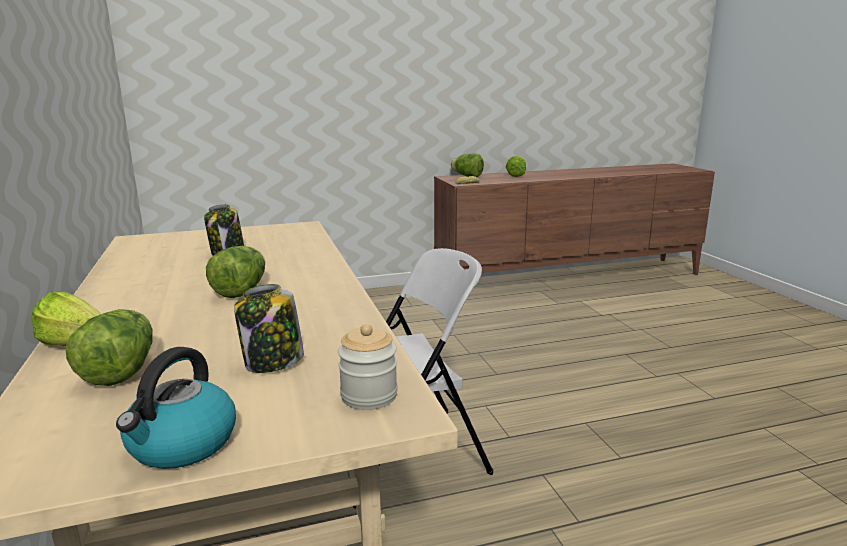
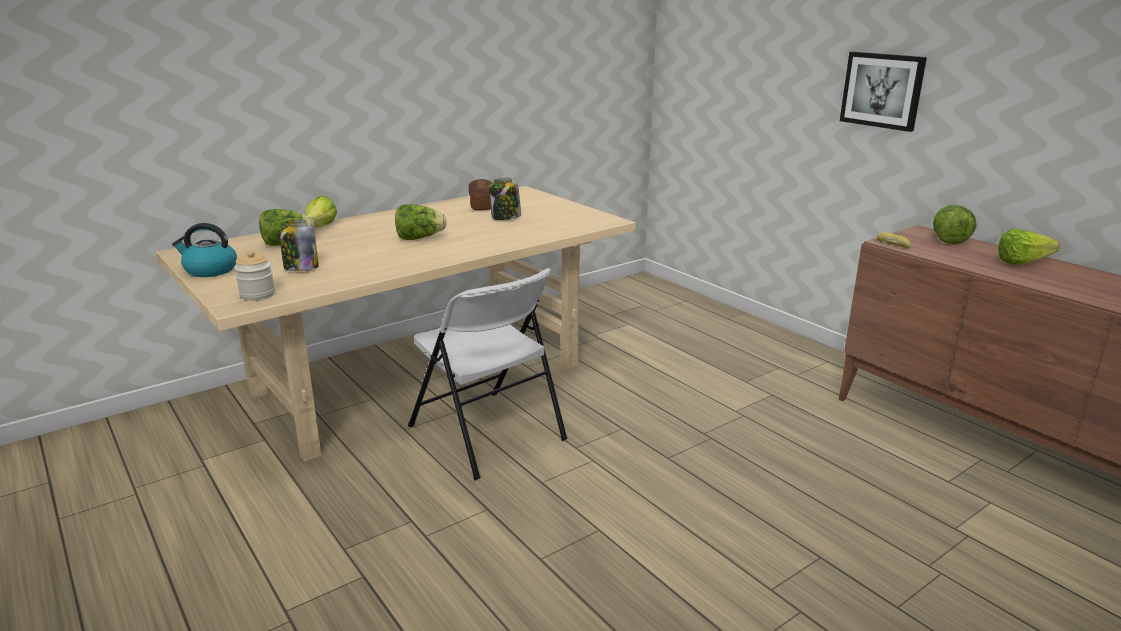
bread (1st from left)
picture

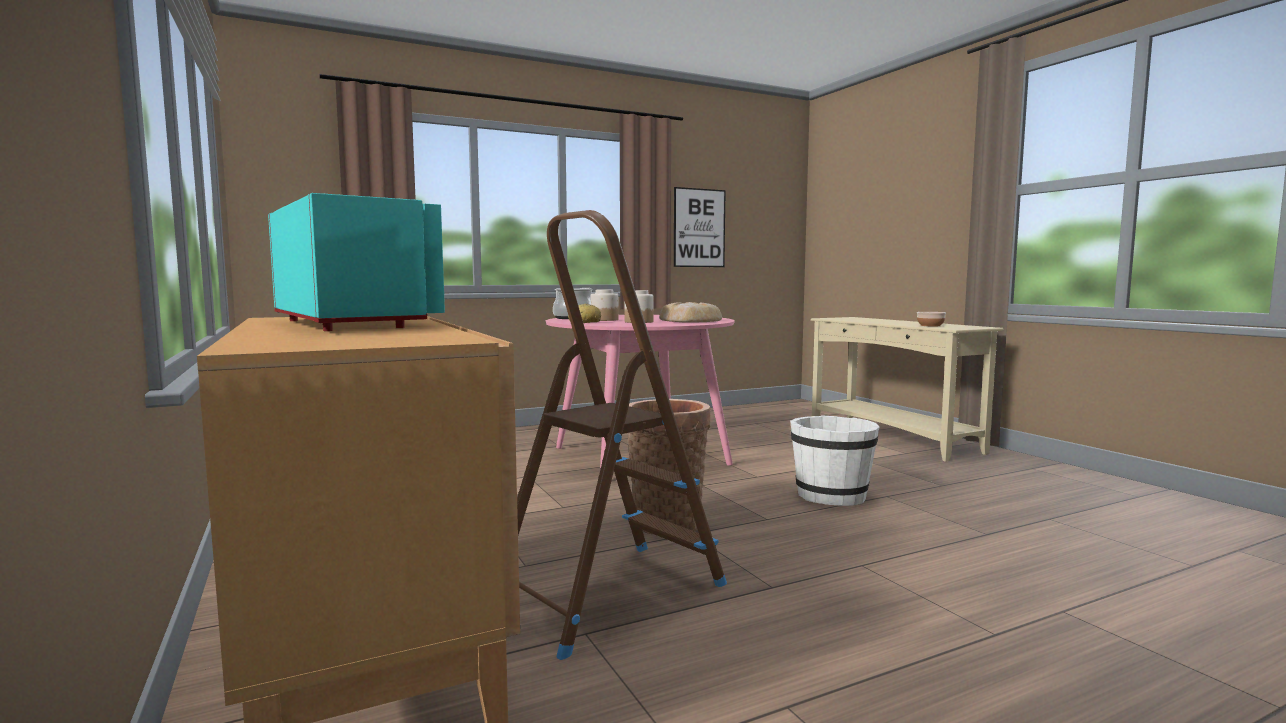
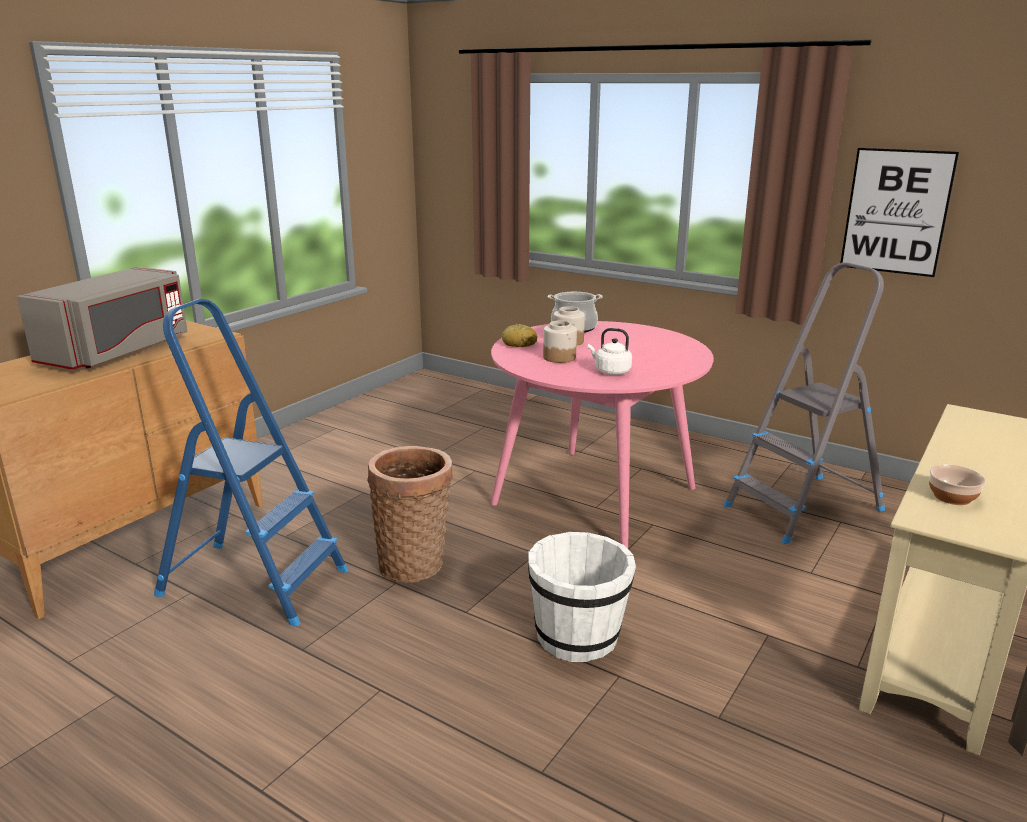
microwave (grey)
step ladder (blue)
kettle (white)
step ladder (grey)

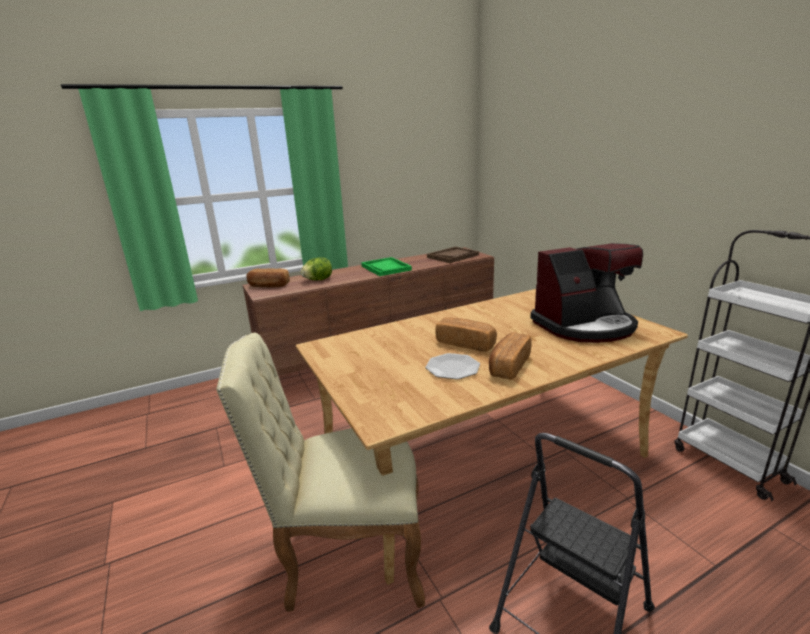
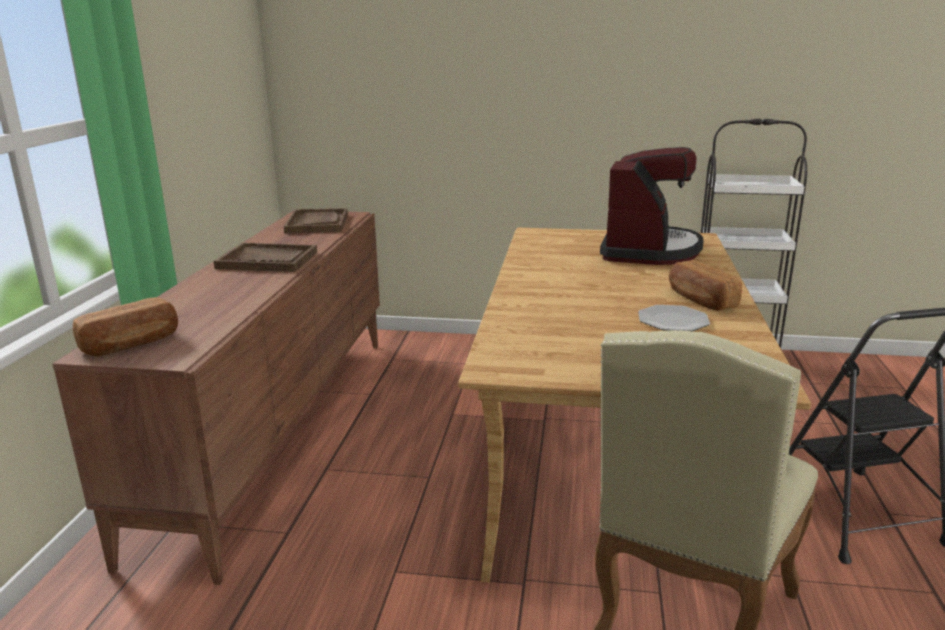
lettuce
tray (brown) (1st from left)
bread (2nd from left in the first image)

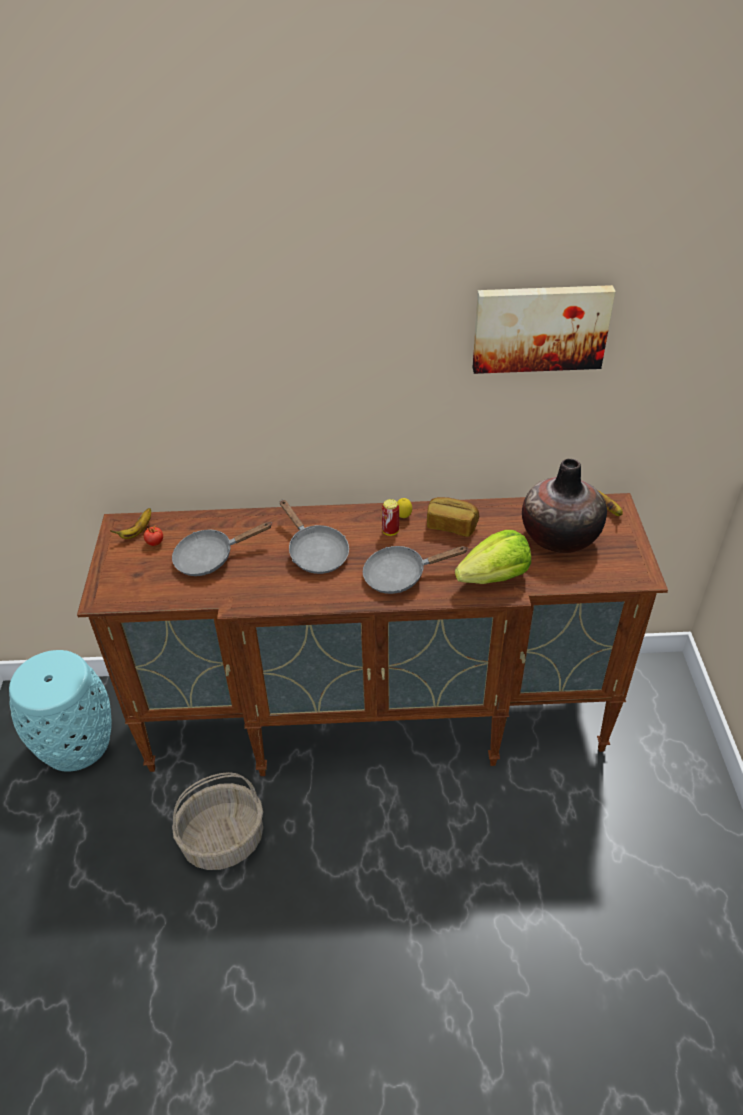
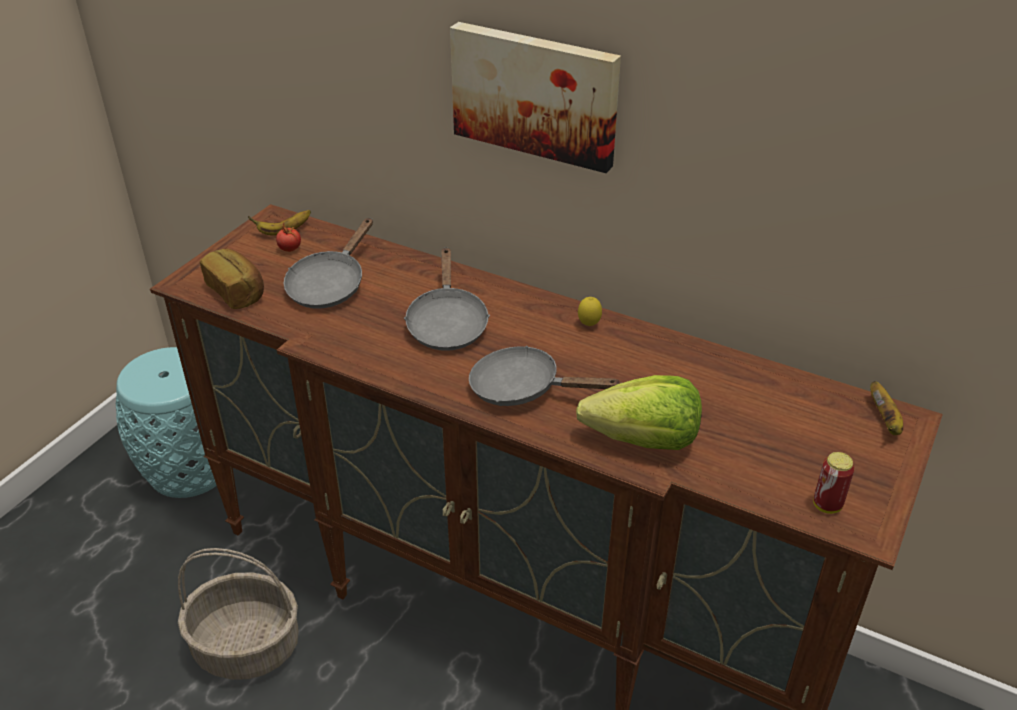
frying pan (grey) (1st from left)
can
bread
picture
vase

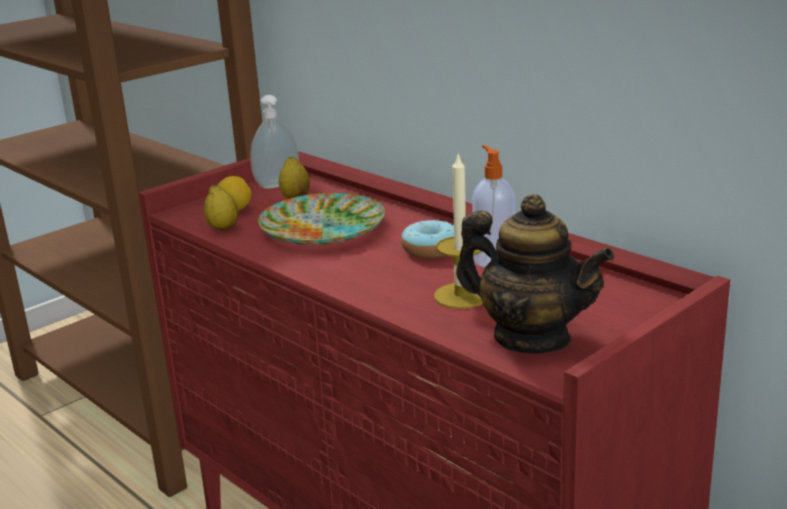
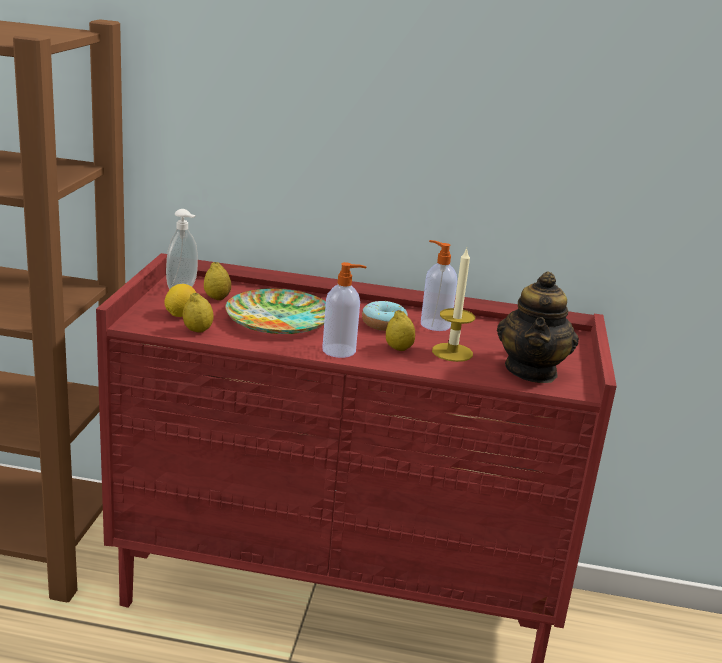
teapot
soap dispenser (2nd from left)
lemon (4th from left)

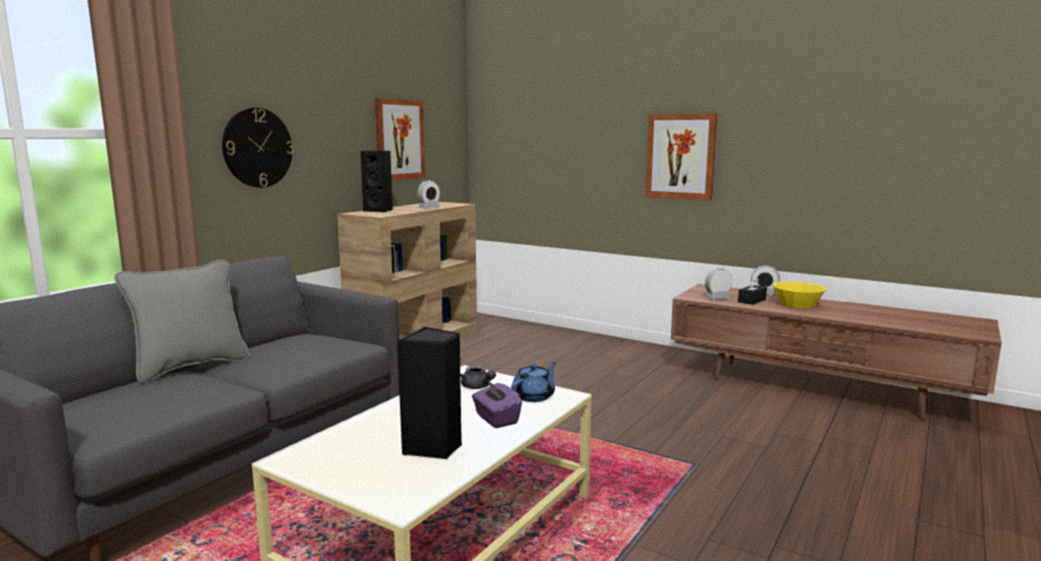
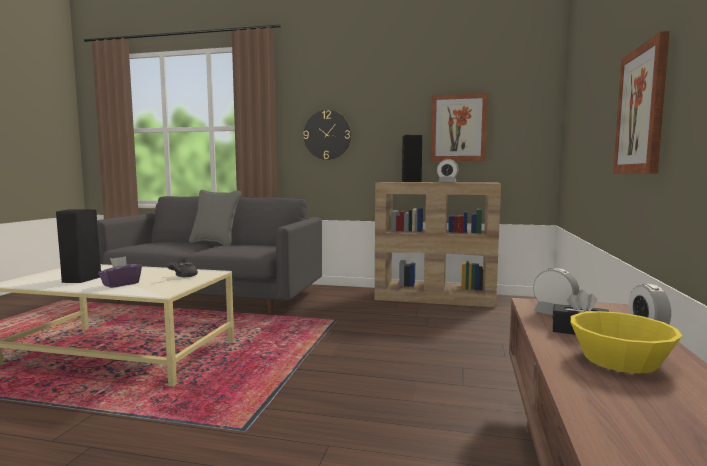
teapot (blue)

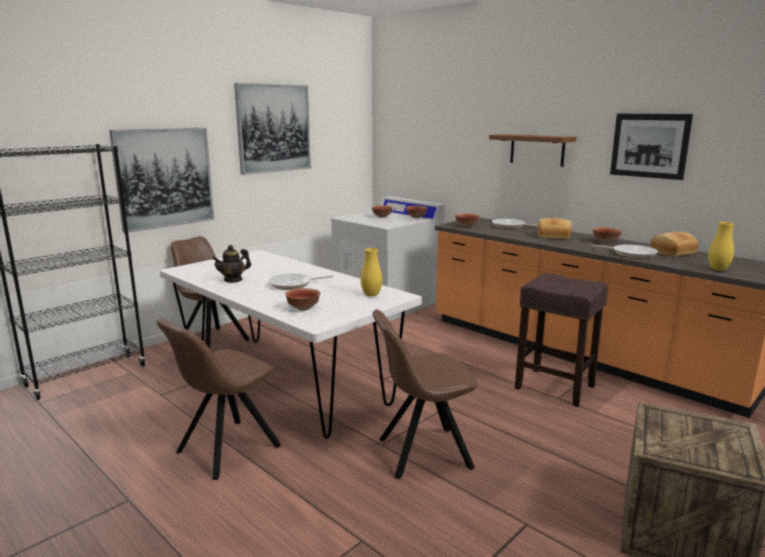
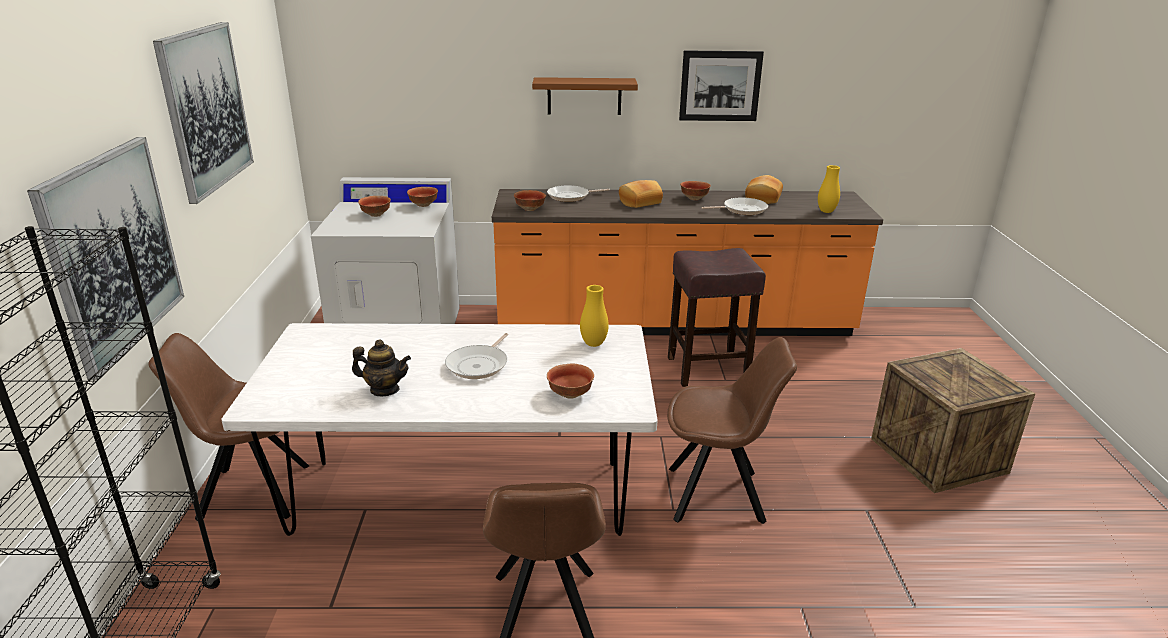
teapot
chair (brown) (3rd from left)

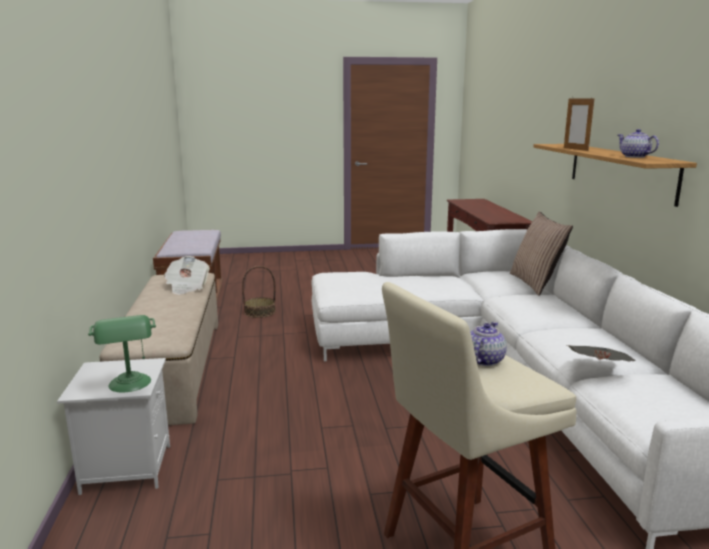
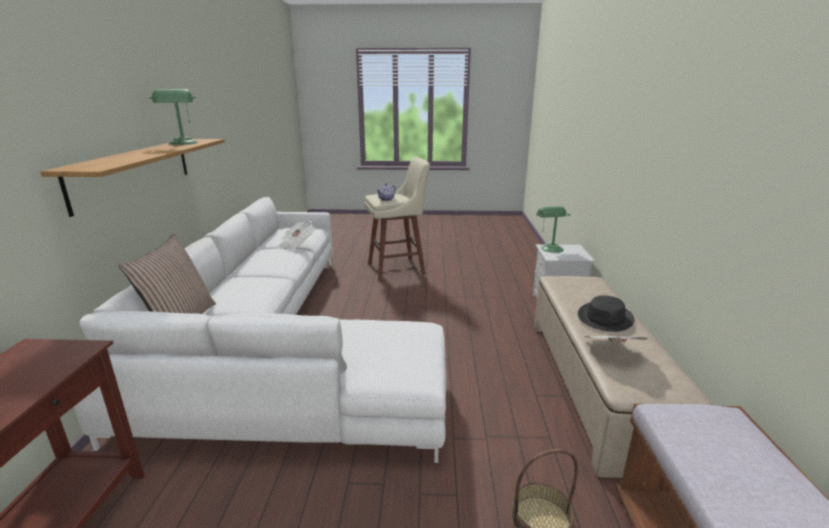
picture frame
table lamp (green) (1st from left)
hat (black)

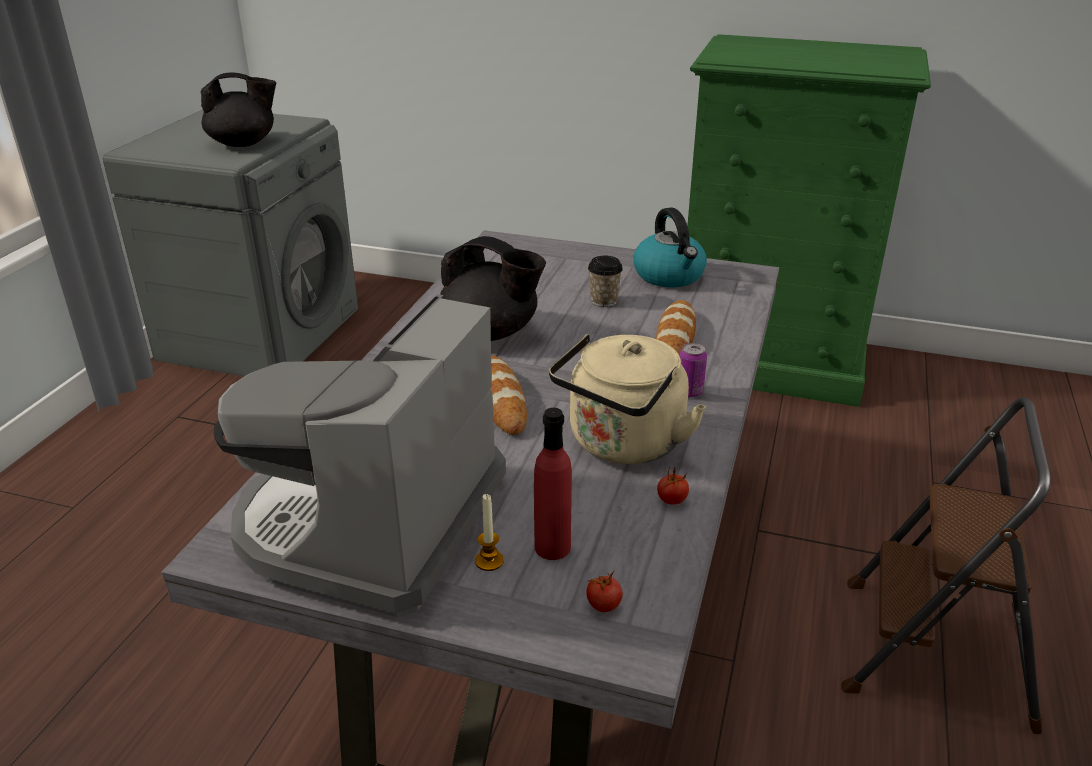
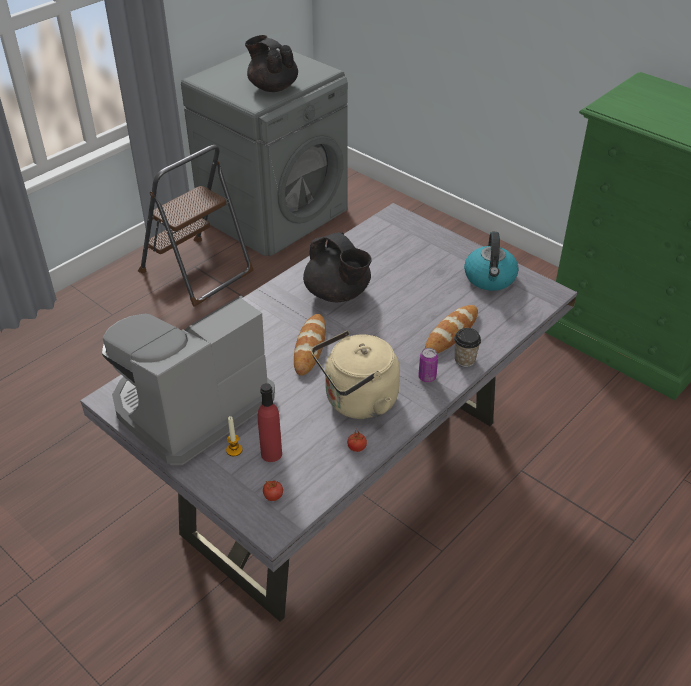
teapot (black) (1st from left)
cup
step ladder (brown)

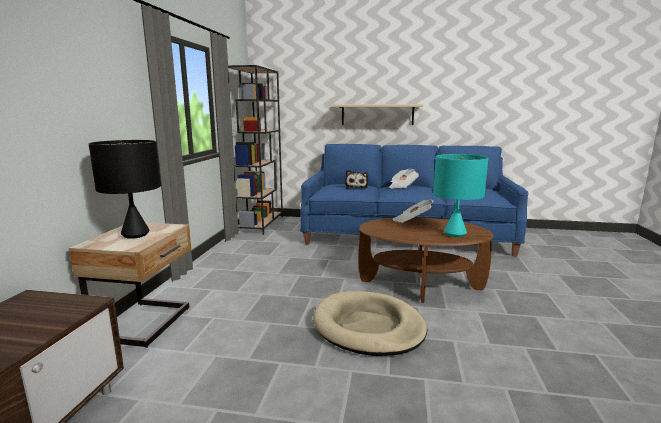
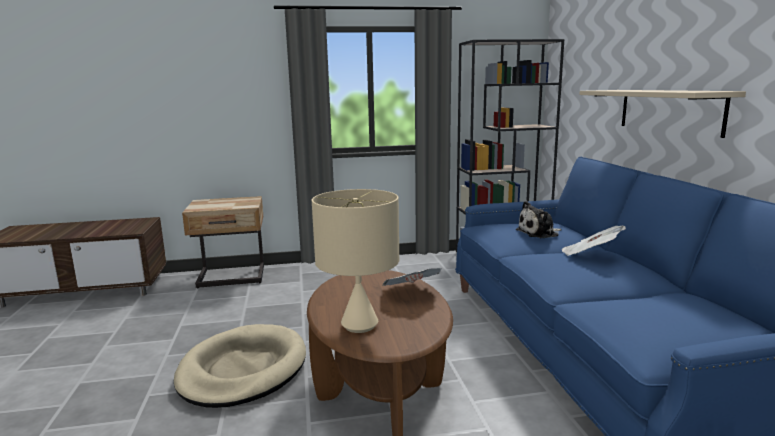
table lamp (black)
table lamp (beige)

